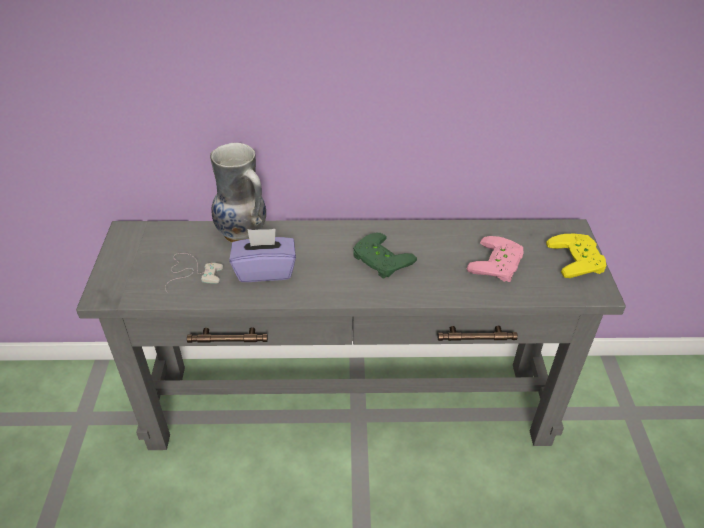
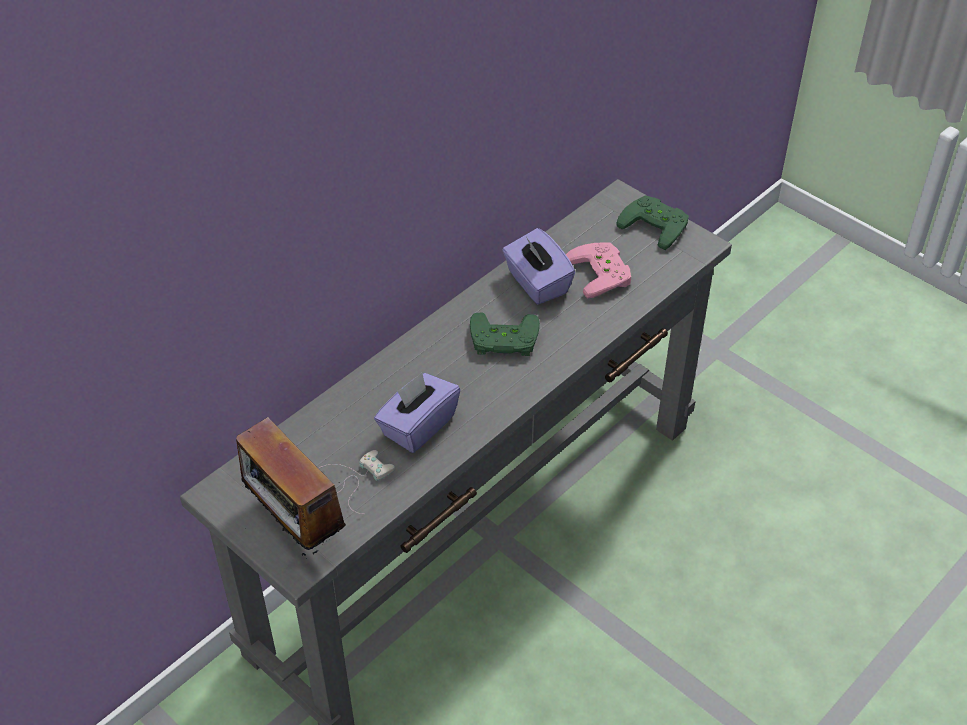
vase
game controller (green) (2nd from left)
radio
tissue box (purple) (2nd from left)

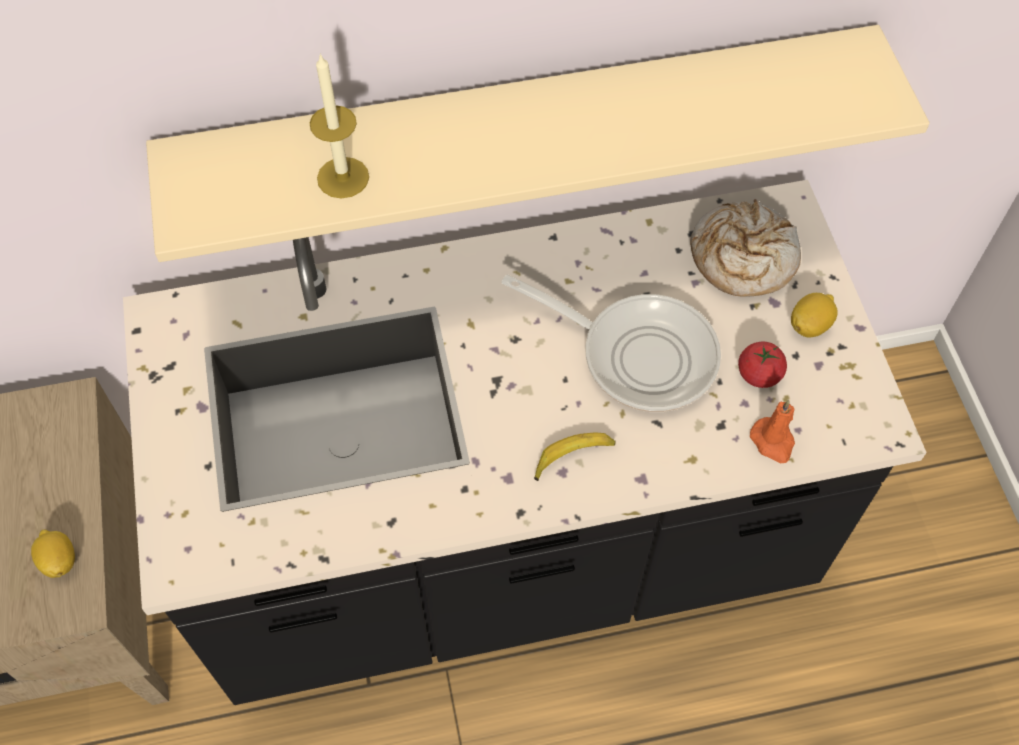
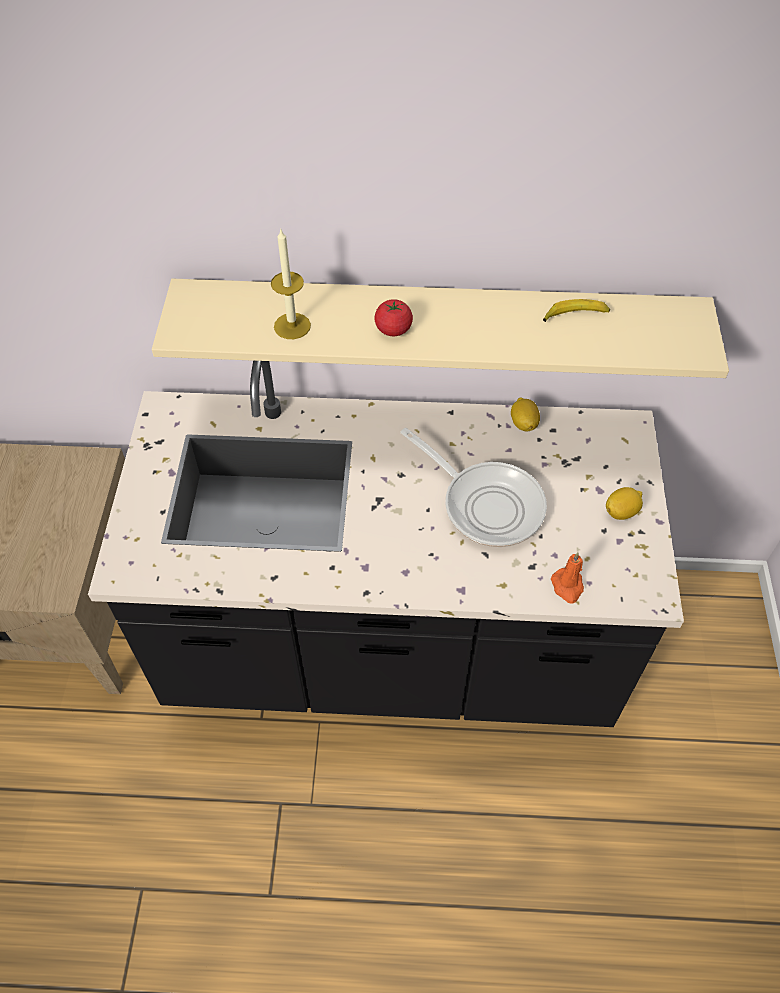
lemon (1st from left)
banana
bread
tomato

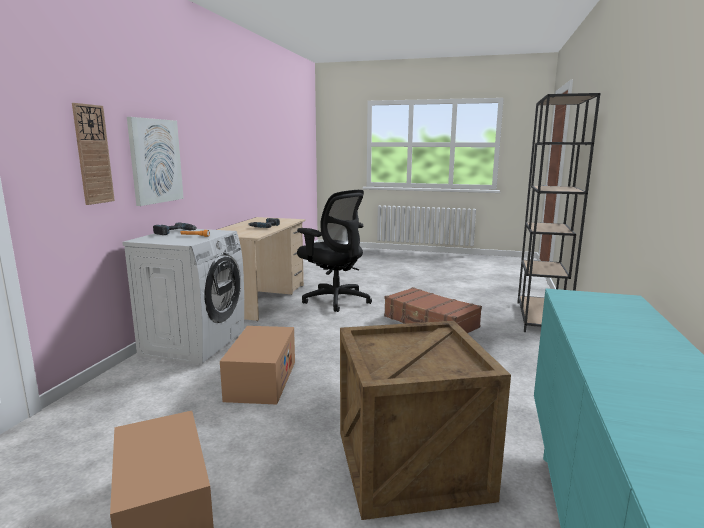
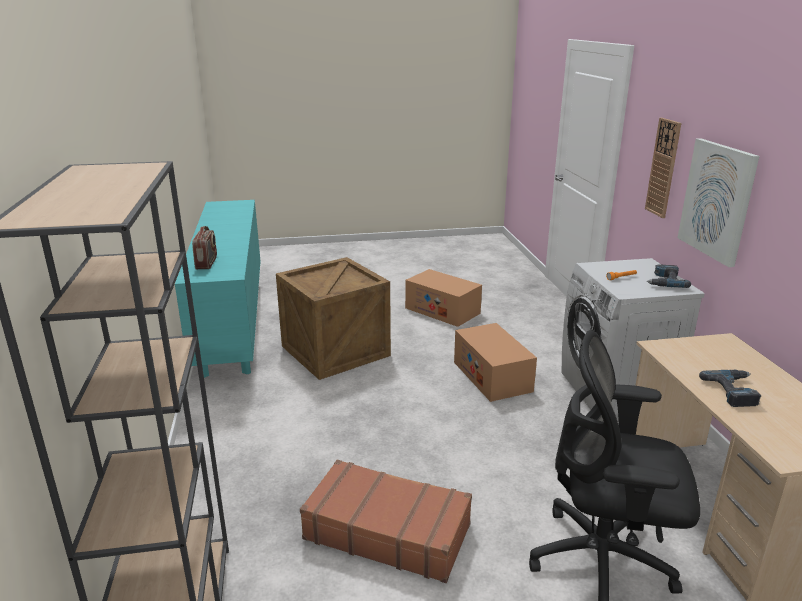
radio

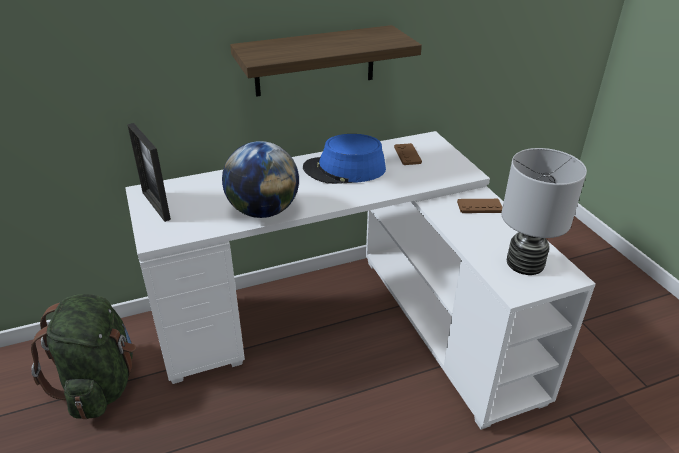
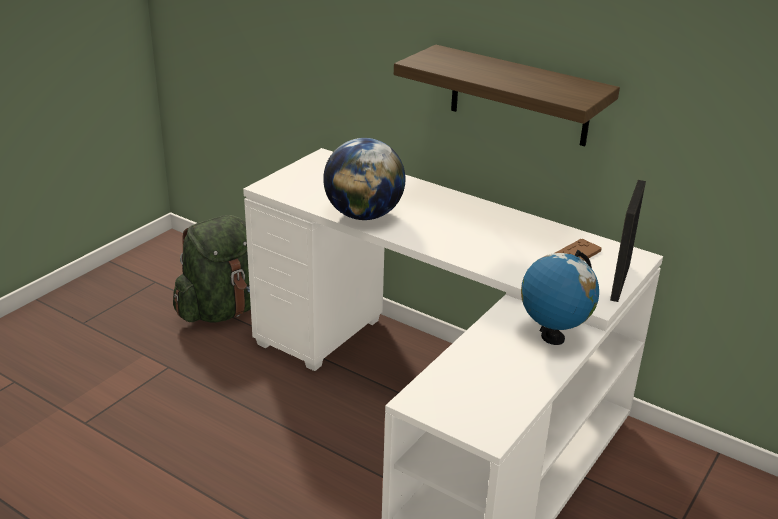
picture frame
hat (blue)
globe (2nd from left)
table lamp (grey)

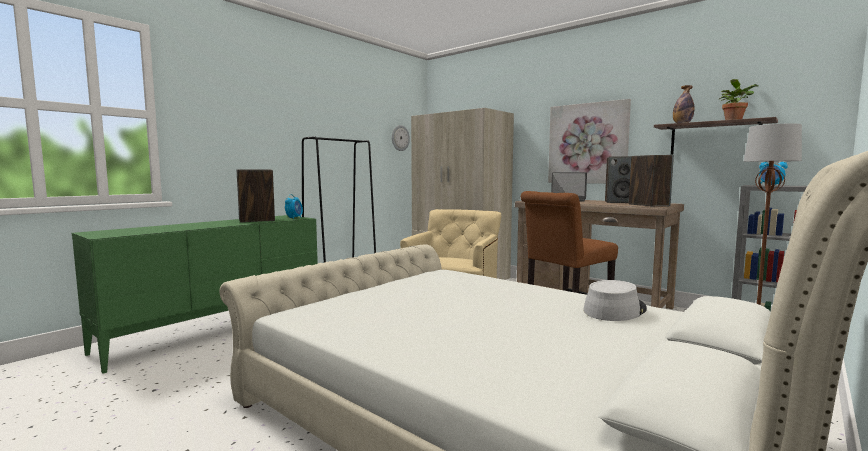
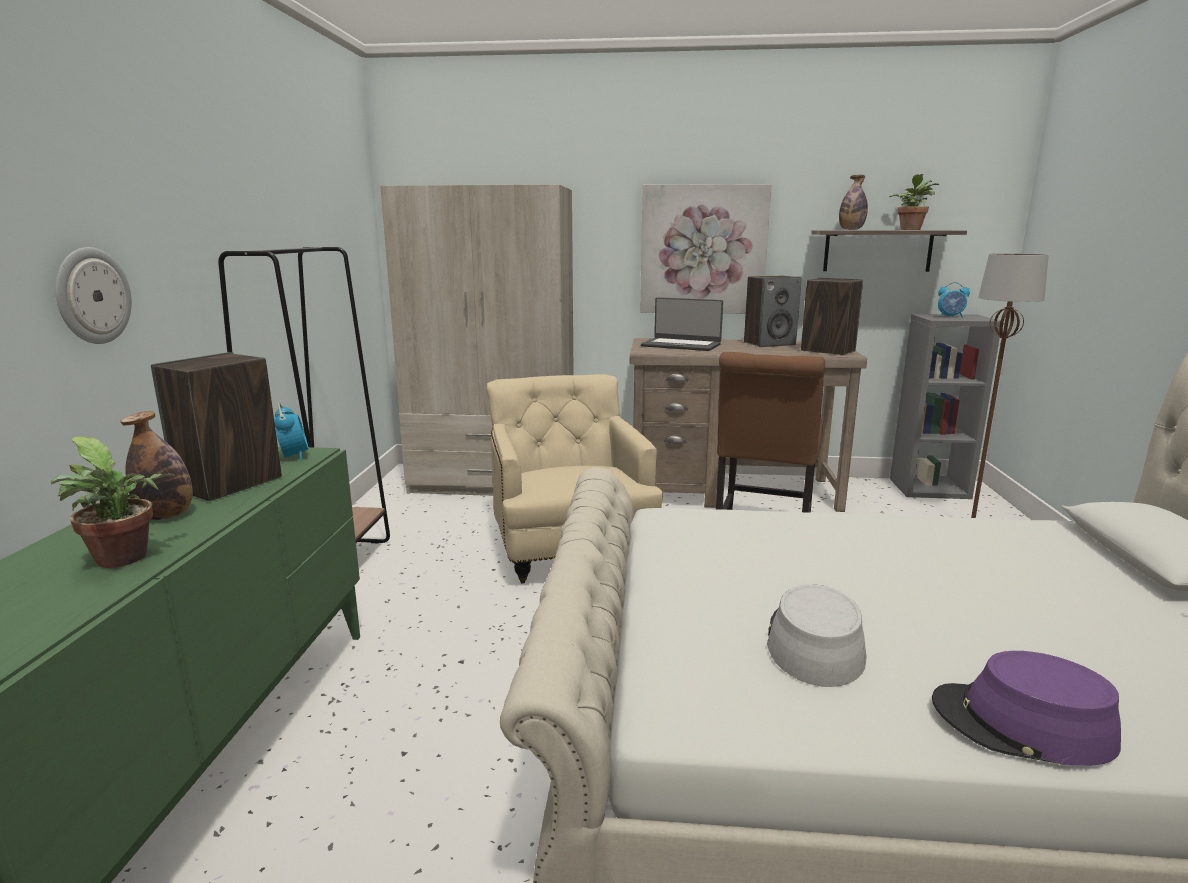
wall clock
hat (grey)
potted plant (1st from left)
bottle (1st from left)
hat (purple)

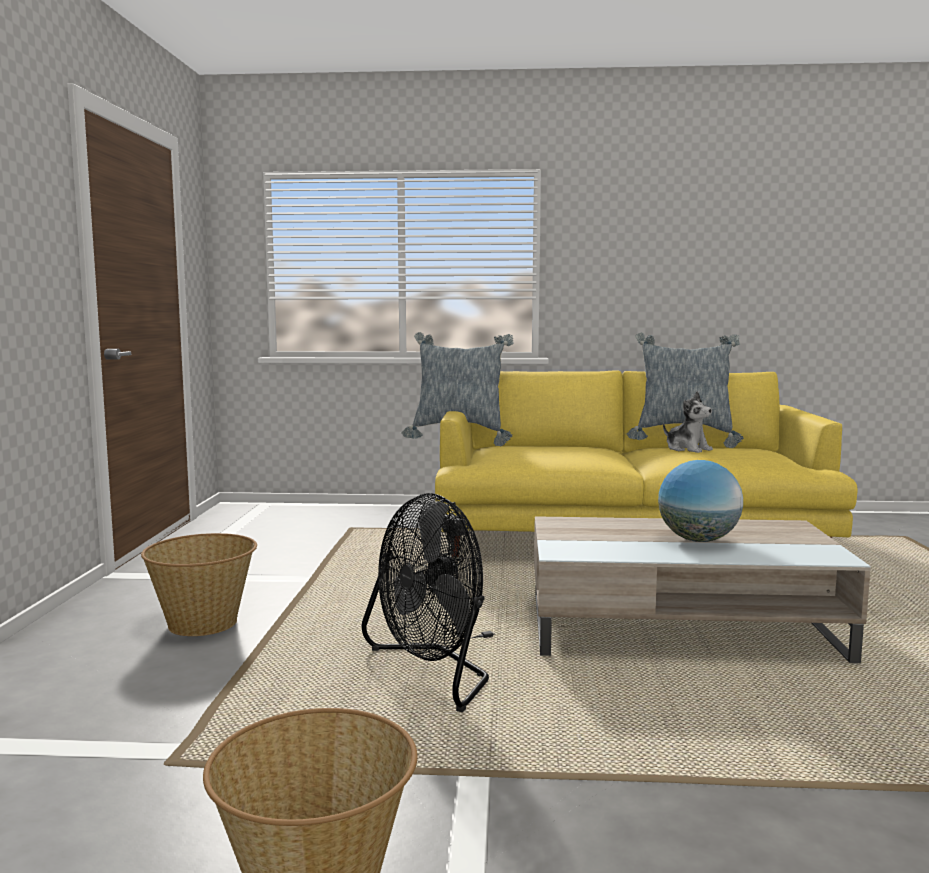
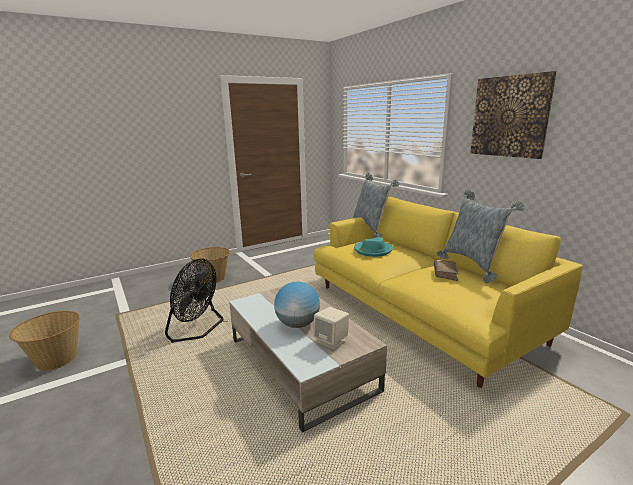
book (brown)
speaker (beige)
hat (turquoise)
picture

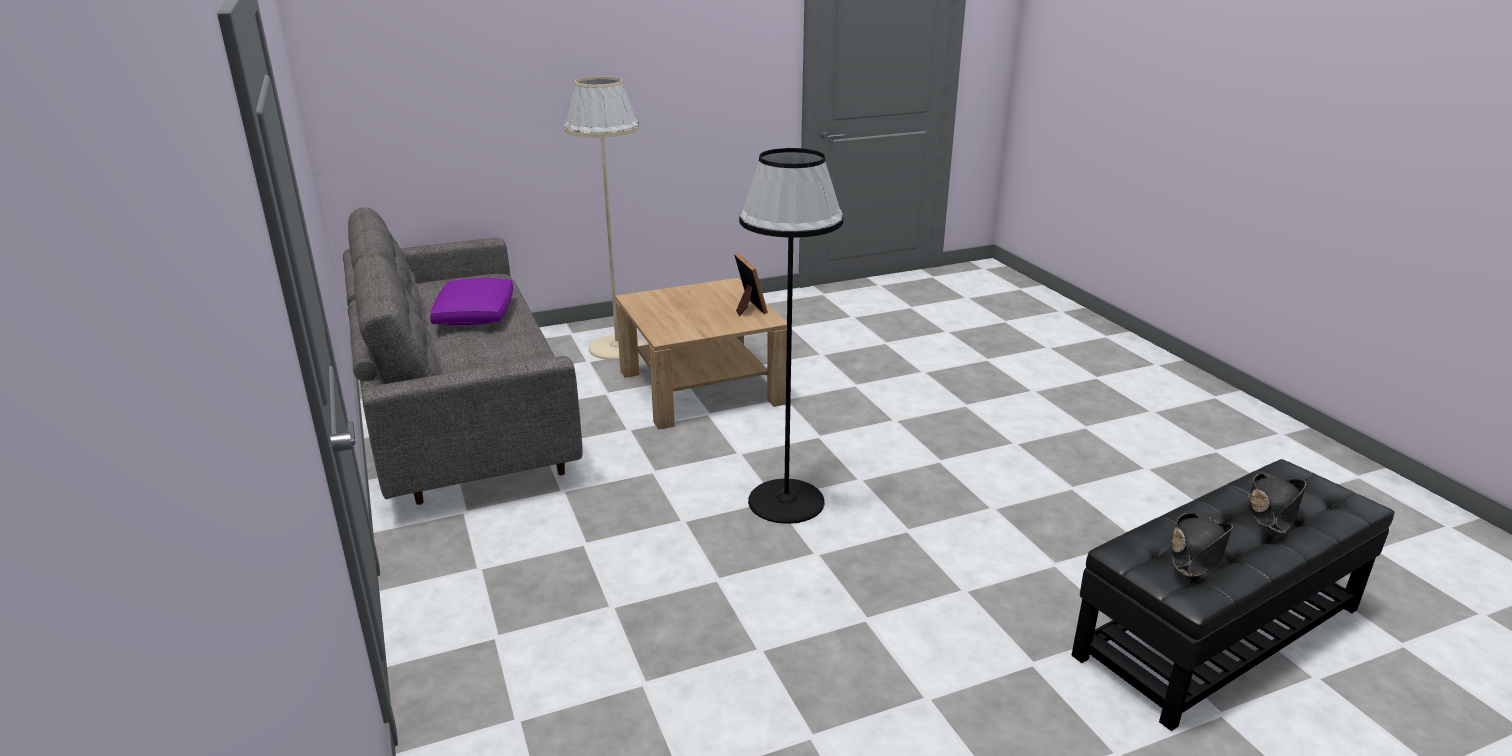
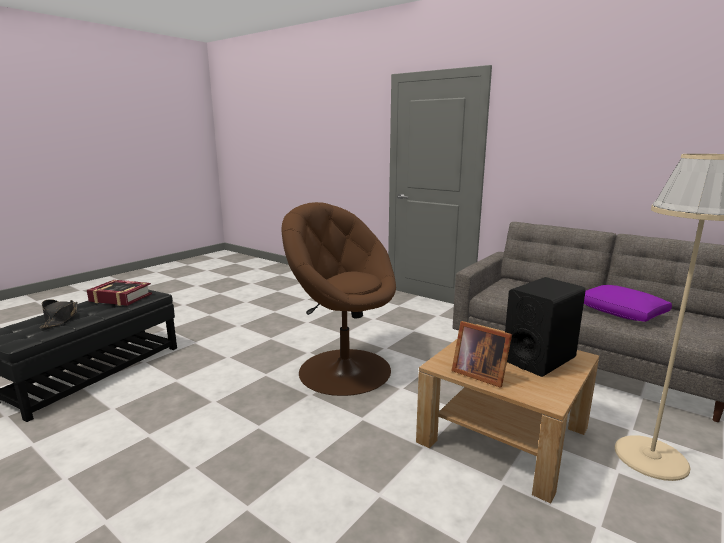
armchair (brown)
book
speaker (black)

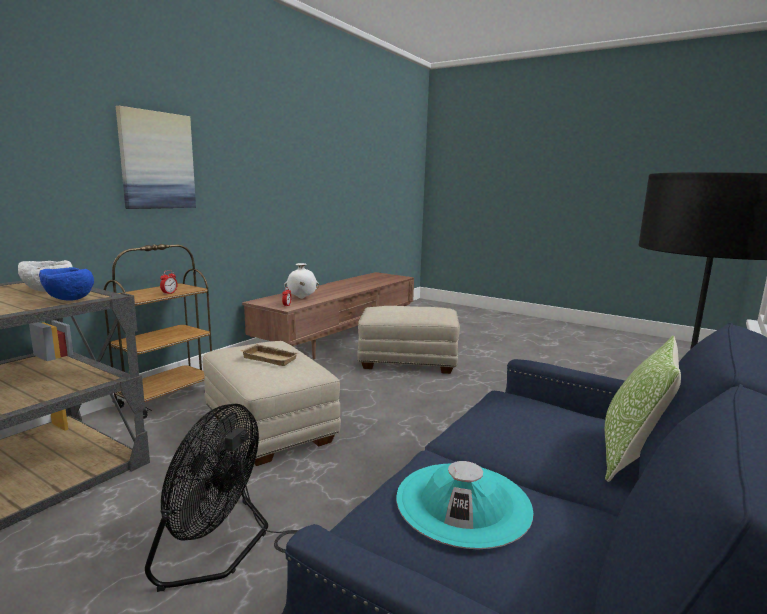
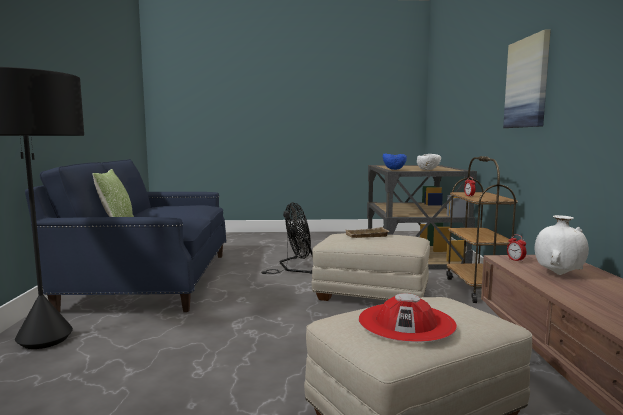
hat (turquoise)
hat (red)

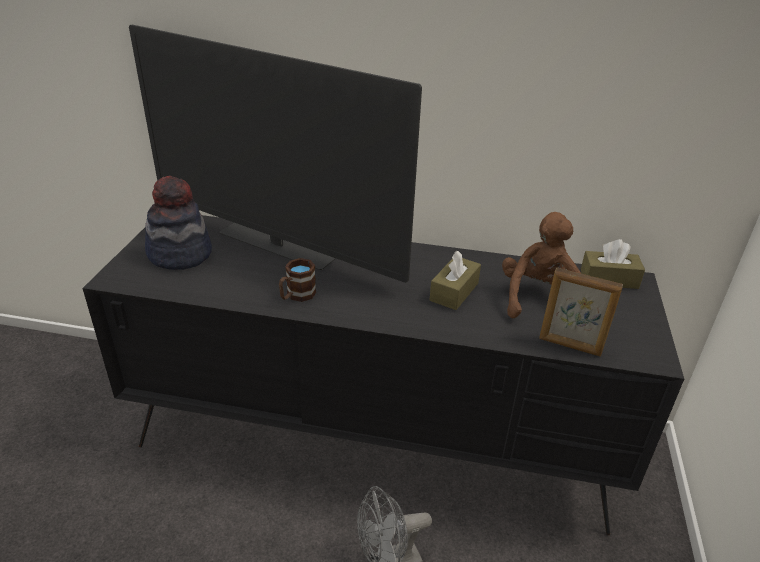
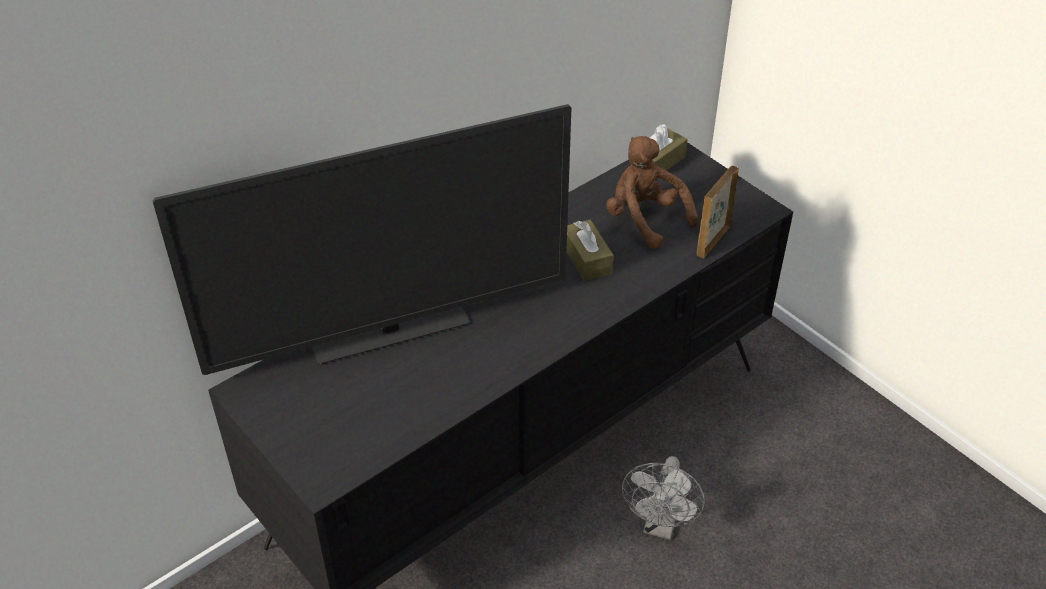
hat
mug (brown)
picture frame

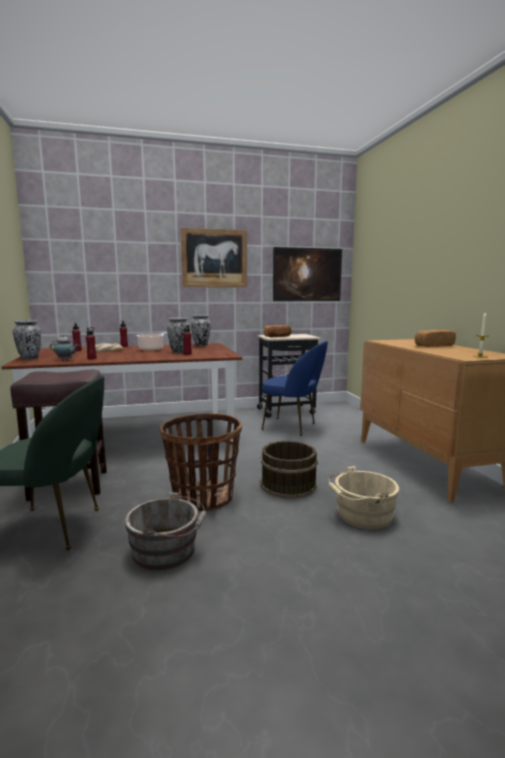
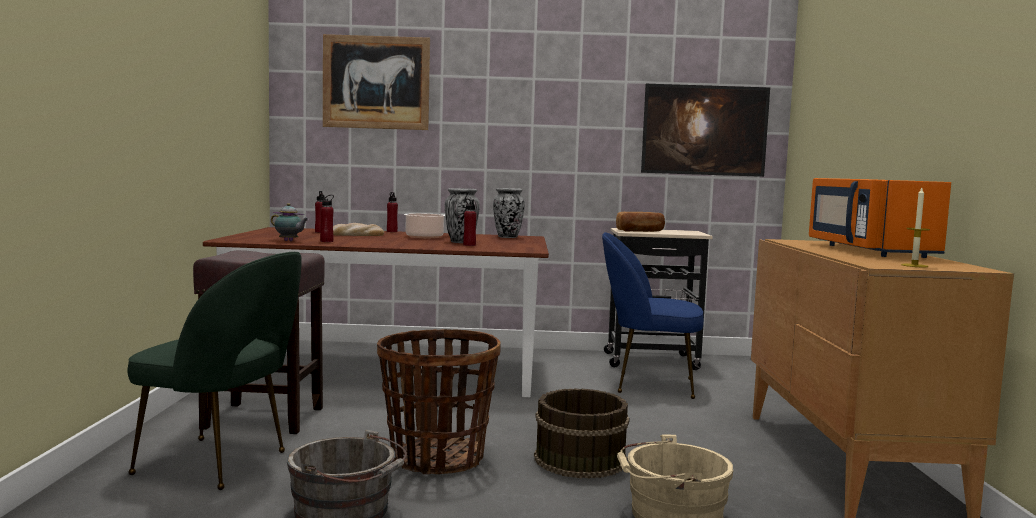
vase (1st from left in the first image)
picture (1st from left)
chair (blue)
microwave (orange)

